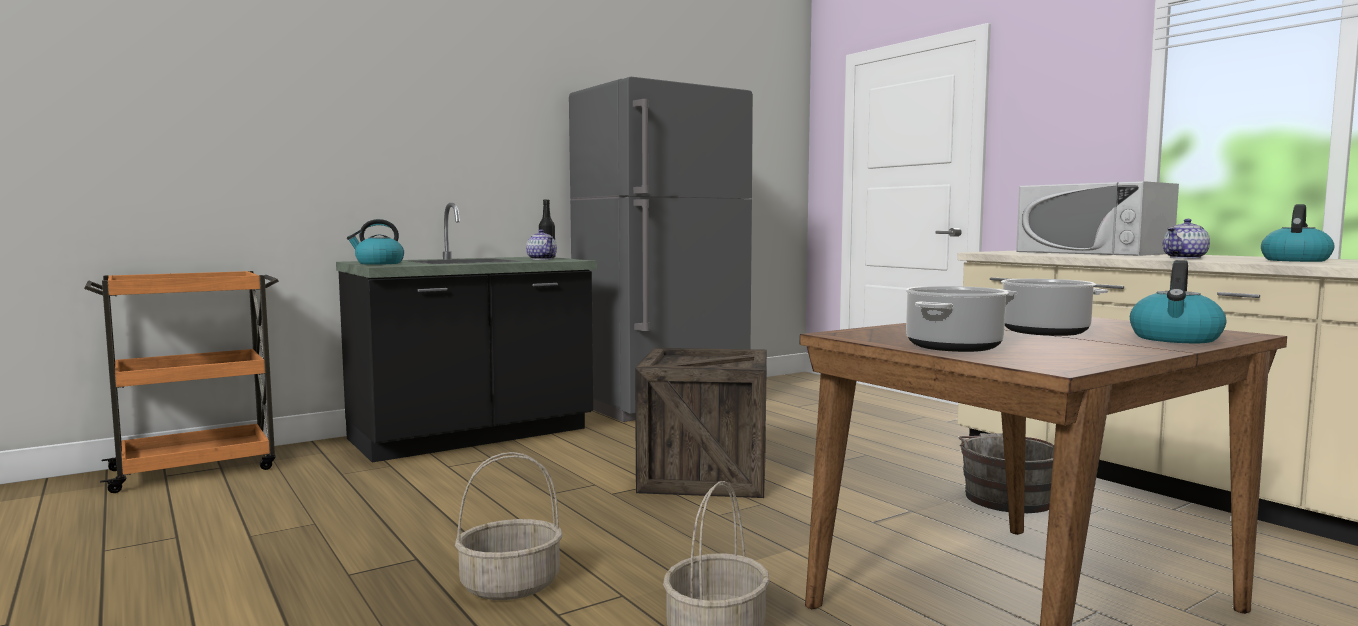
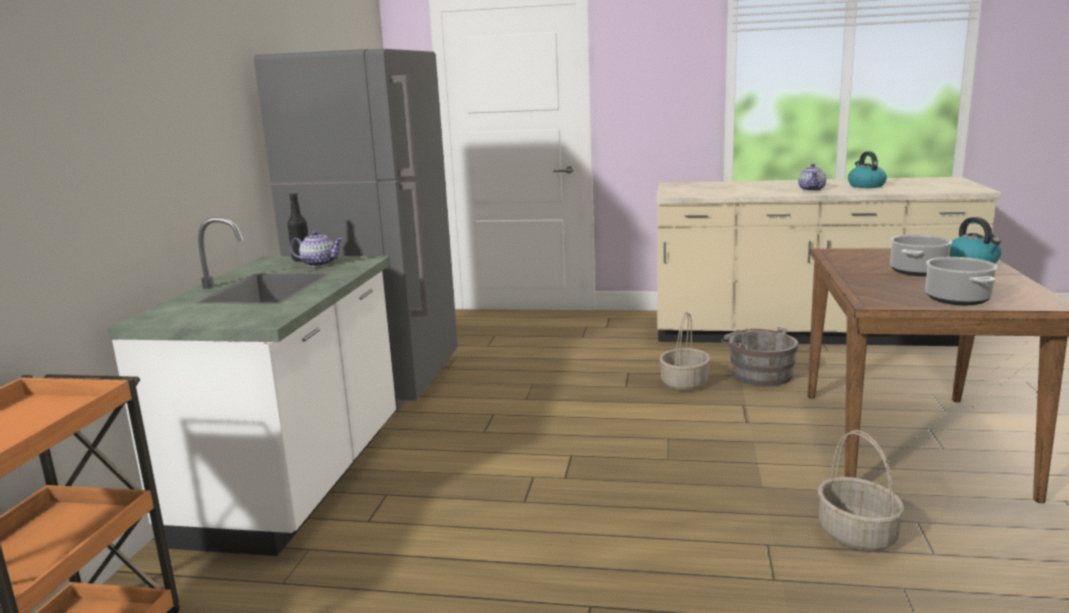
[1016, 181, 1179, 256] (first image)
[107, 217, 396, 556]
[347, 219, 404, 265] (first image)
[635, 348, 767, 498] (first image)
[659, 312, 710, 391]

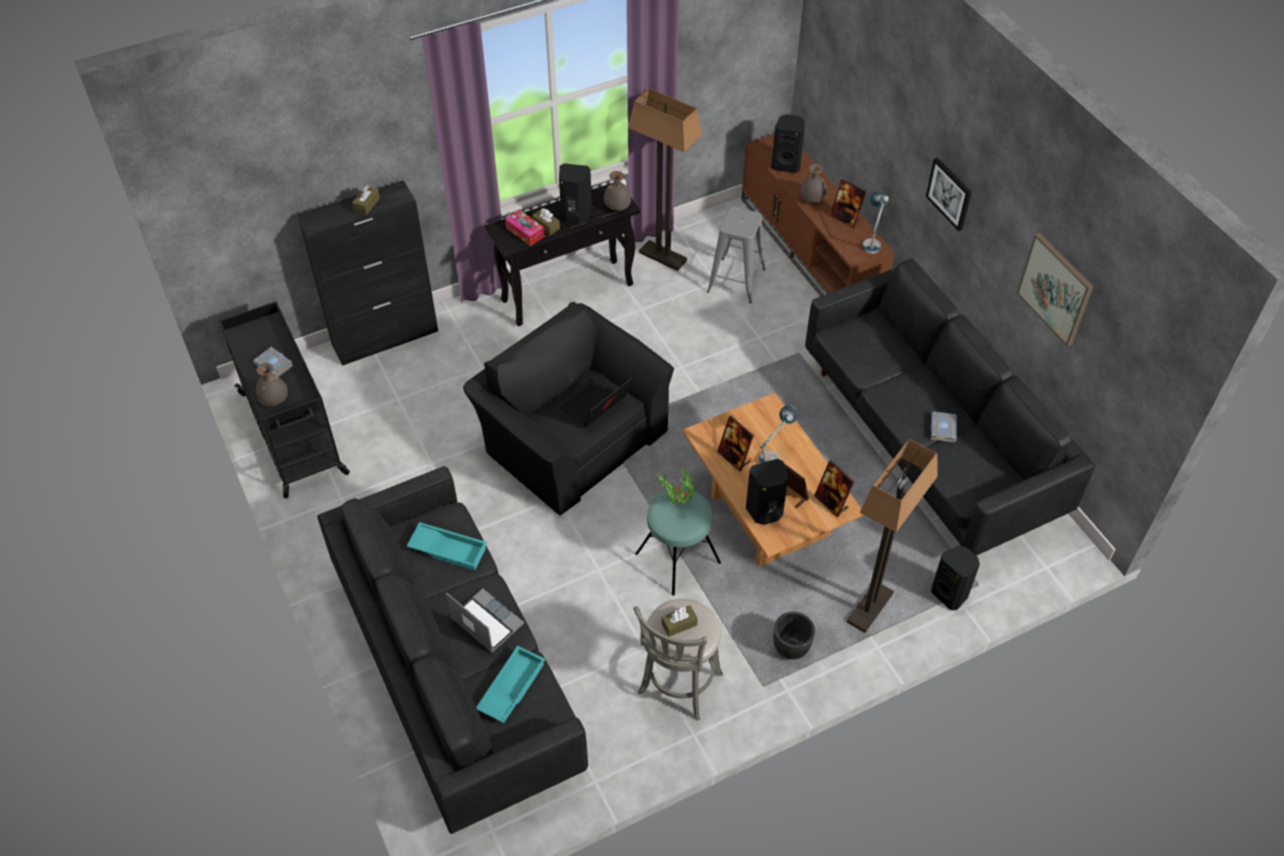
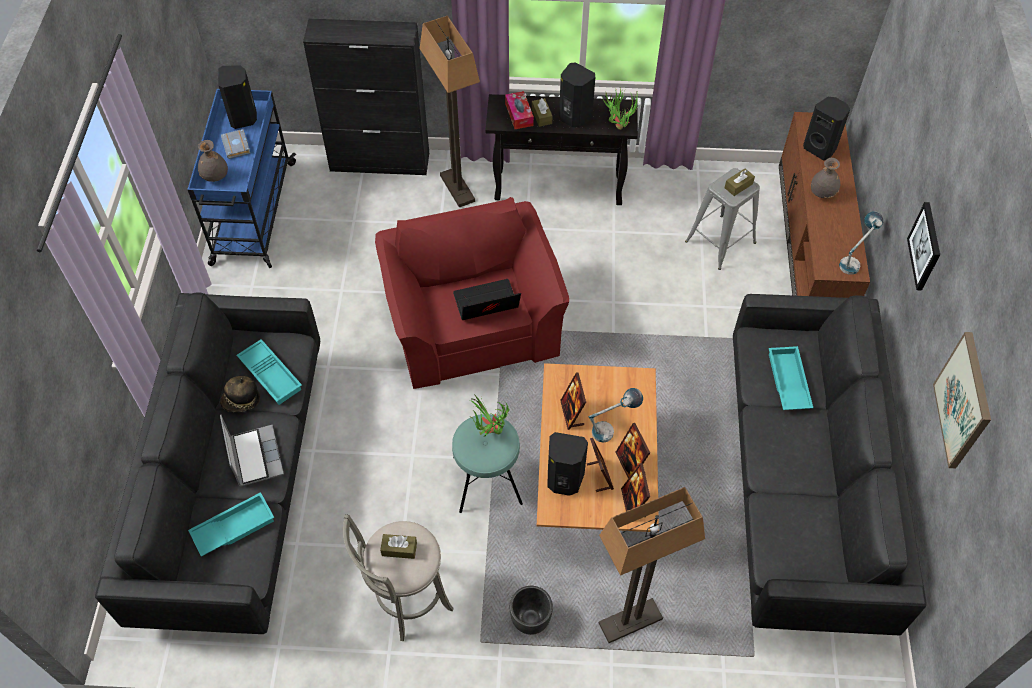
[420, 16, 480, 208]
[603, 88, 641, 130]
[616, 423, 650, 479]
[725, 168, 755, 196]
[187, 89, 296, 268]
[375, 197, 569, 389]
[930, 411, 957, 443] (first image)
[218, 66, 257, 129]
[769, 346, 813, 410]
[220, 376, 260, 412]

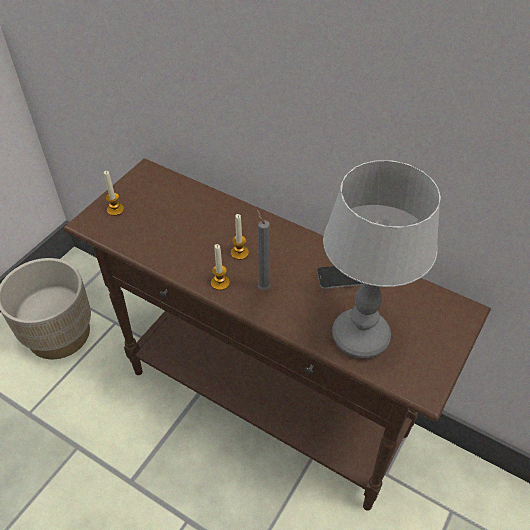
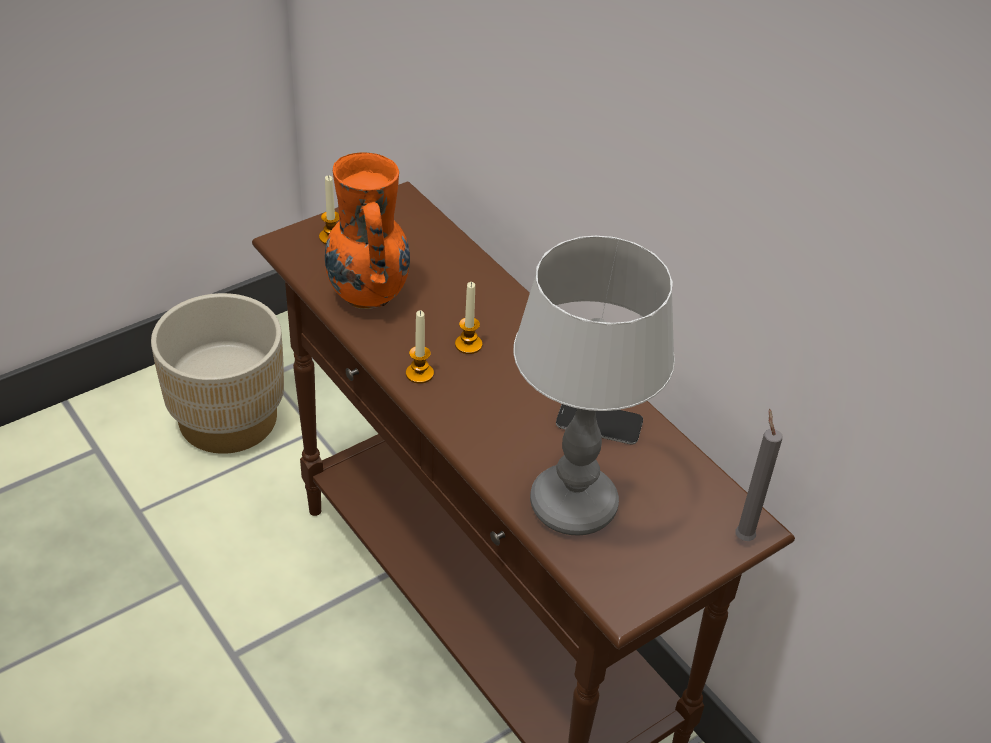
[735, 409, 783, 541]
[325, 152, 410, 309]

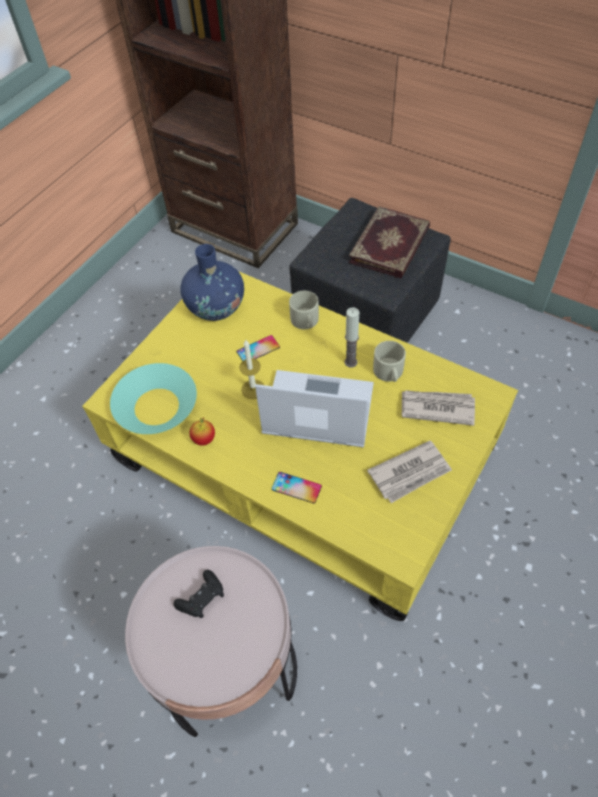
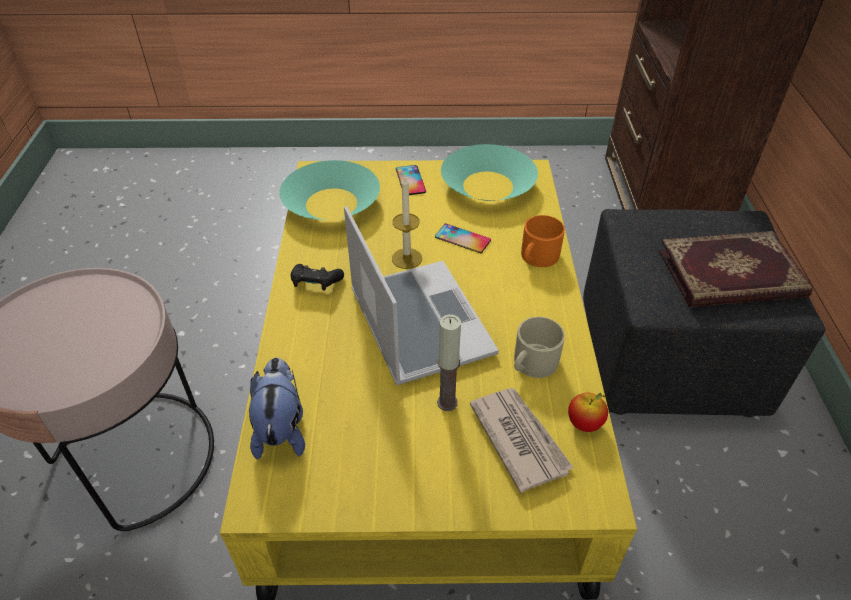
[441, 144, 538, 201]
[521, 215, 565, 267]
[437, 314, 461, 411]
[568, 392, 608, 432]
[367, 440, 452, 503] (first image)
[396, 165, 426, 195]
[291, 264, 344, 291]
[249, 358, 305, 459]

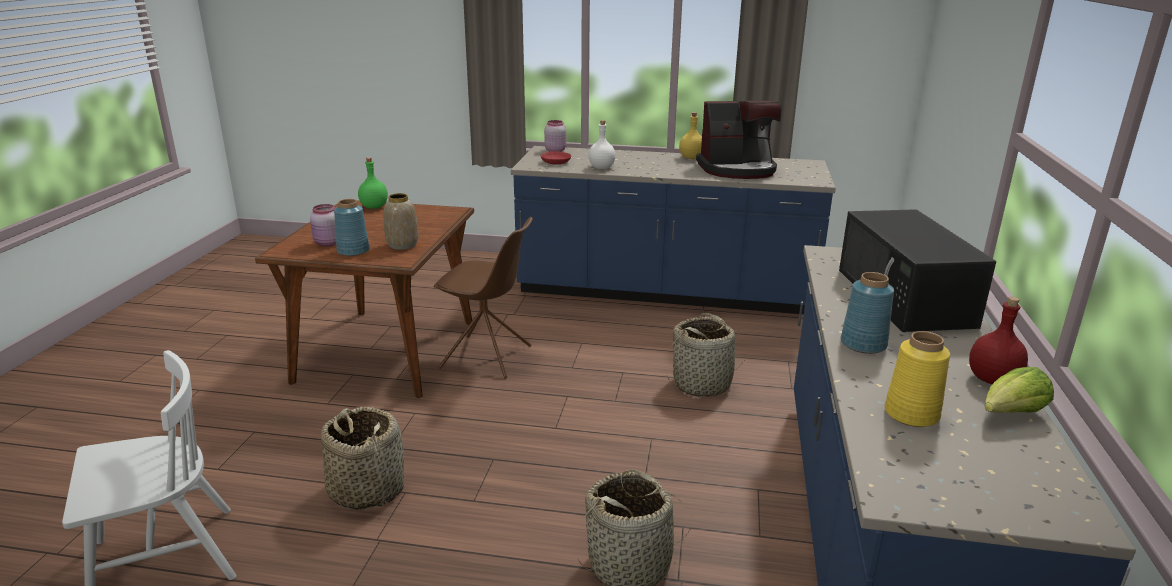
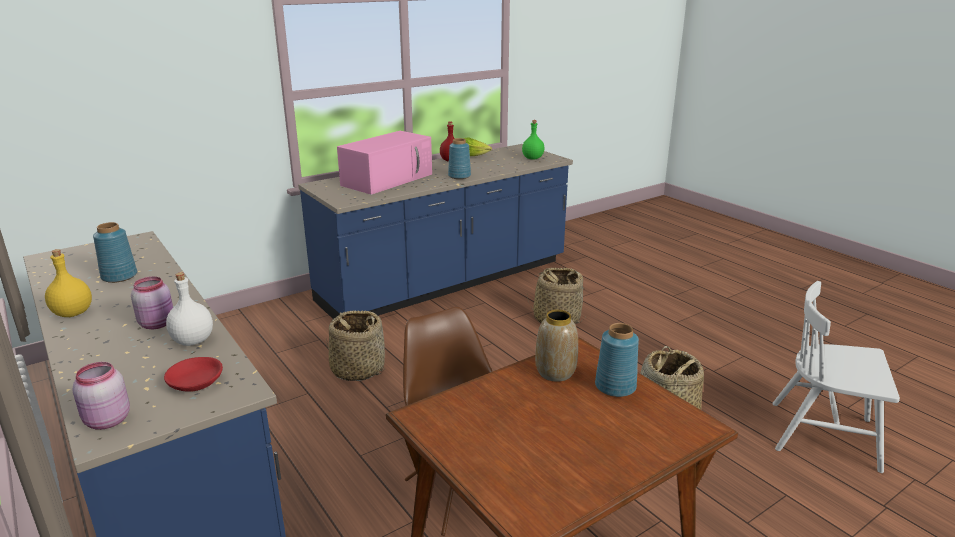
[93, 222, 137, 283]
[522, 120, 544, 159]
[131, 277, 173, 329]
[337, 131, 432, 195]
[884, 331, 950, 427] (first image)

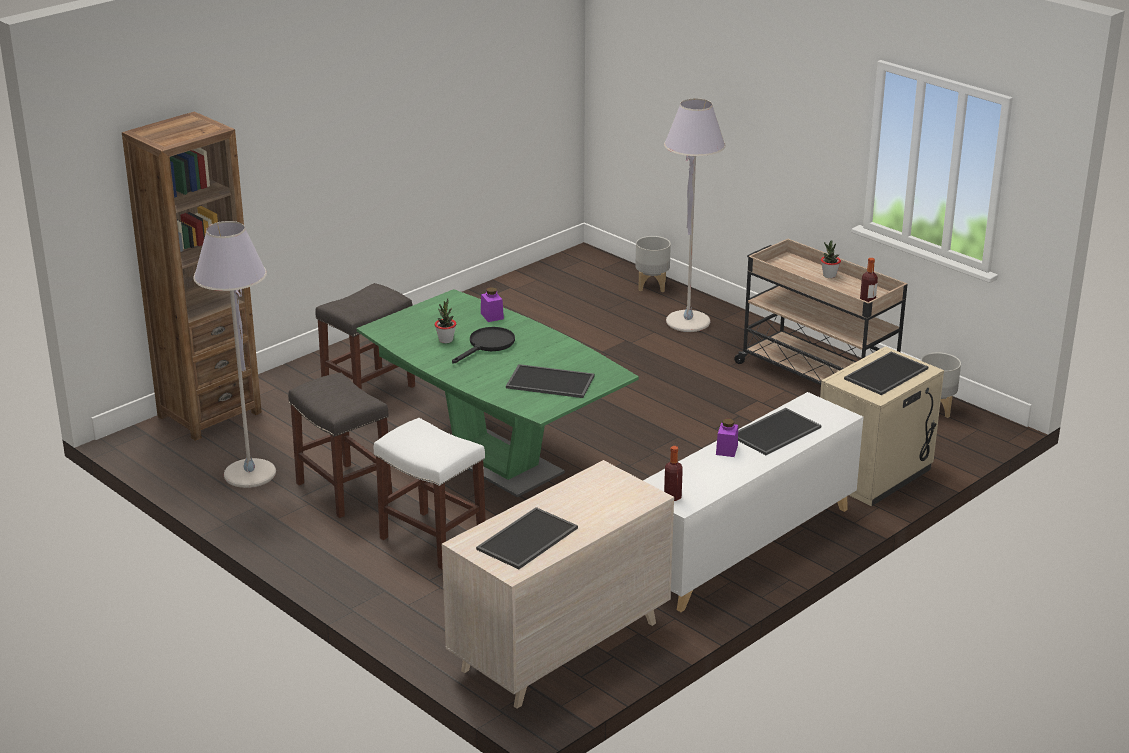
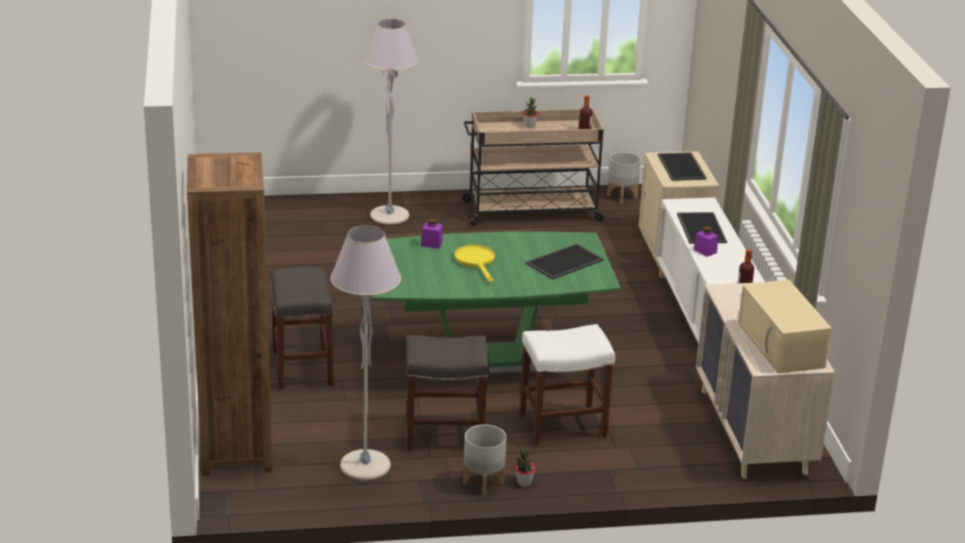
[463, 425, 507, 495]
[514, 444, 536, 486]
[454, 245, 495, 283]
[738, 280, 832, 374]

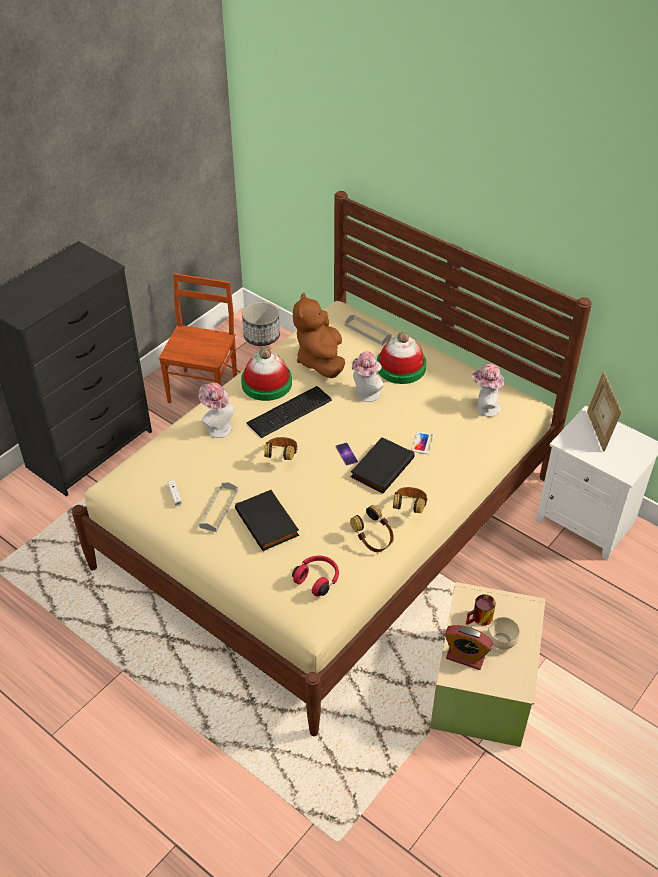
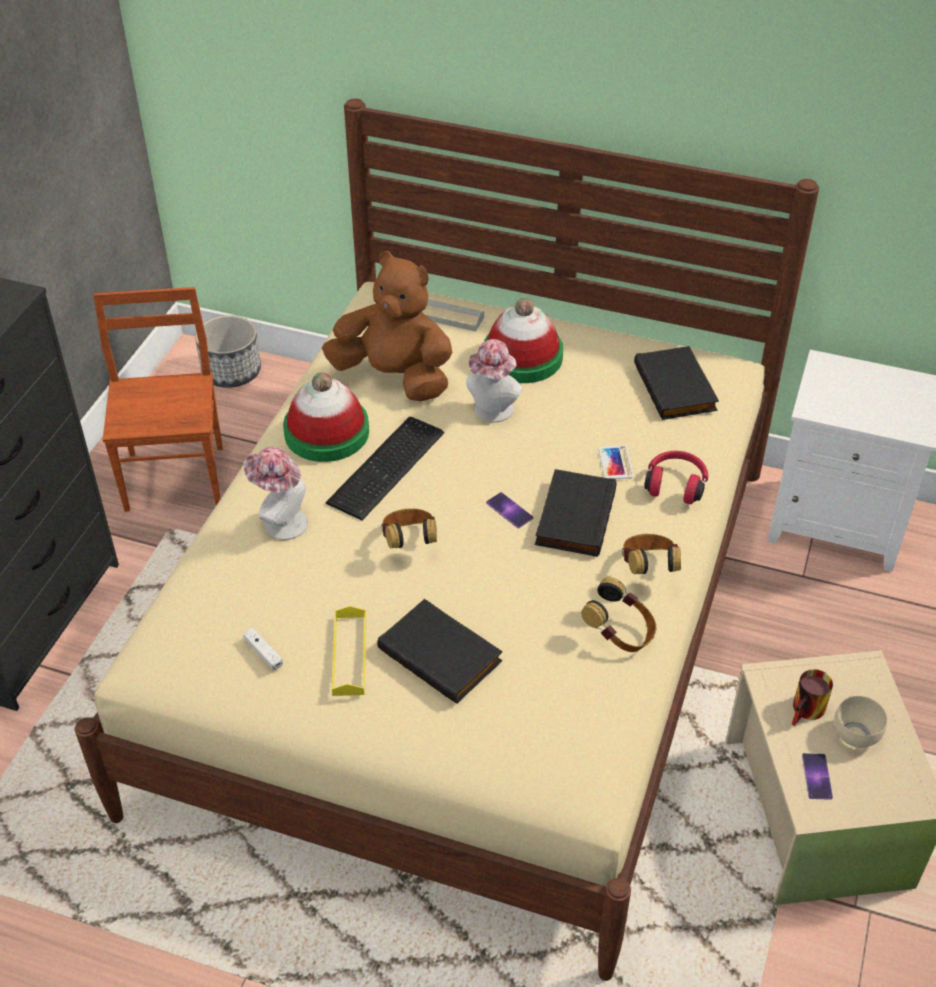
[322, 251, 452, 402]
[634, 346, 719, 420]
[587, 372, 622, 451] (first image)
[332, 606, 366, 696]
[644, 451, 708, 504]
[802, 753, 833, 800]

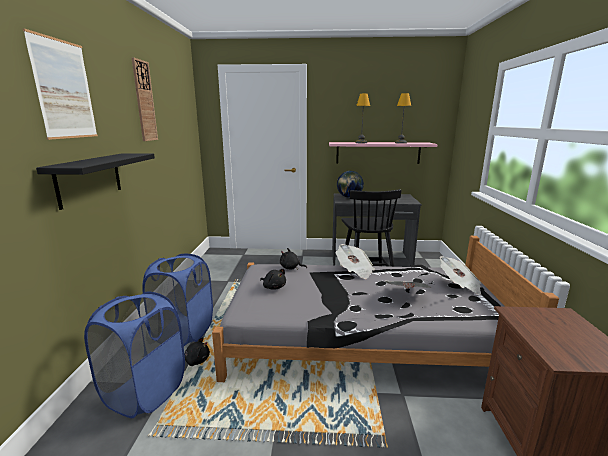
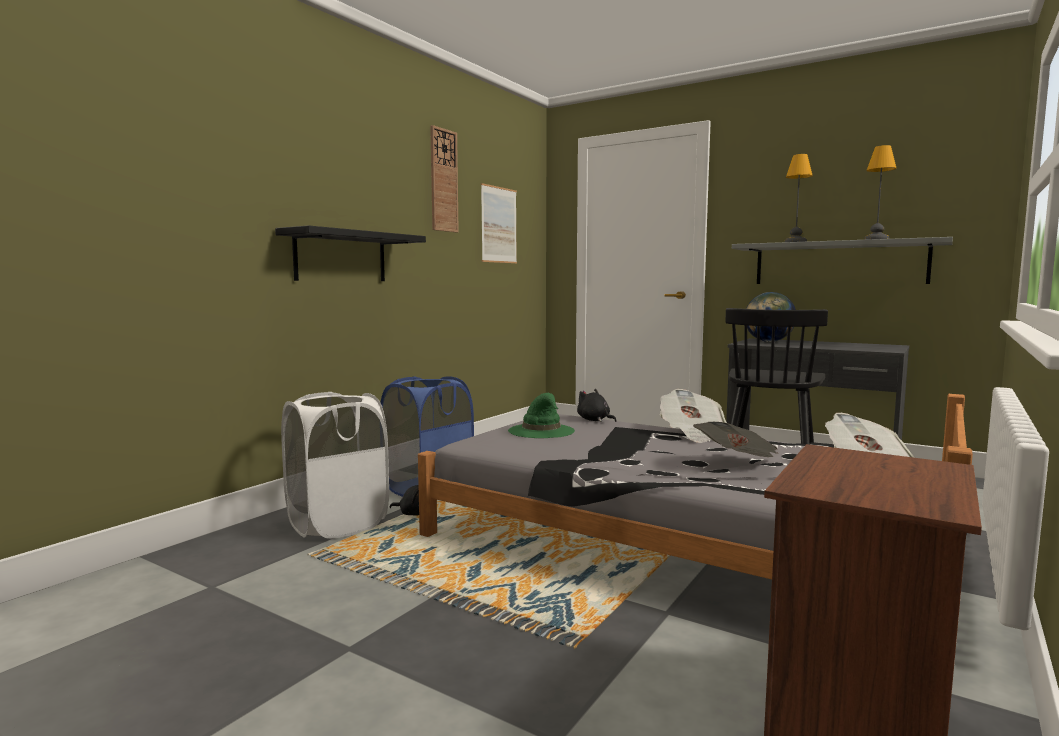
[481, 183, 517, 263]
[732, 237, 953, 284]
[508, 393, 575, 438]
[281, 392, 389, 539]

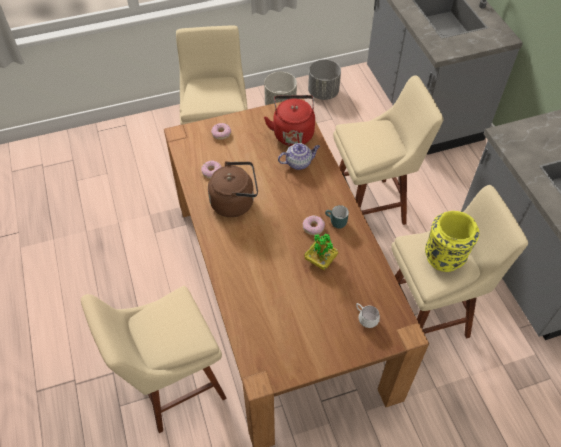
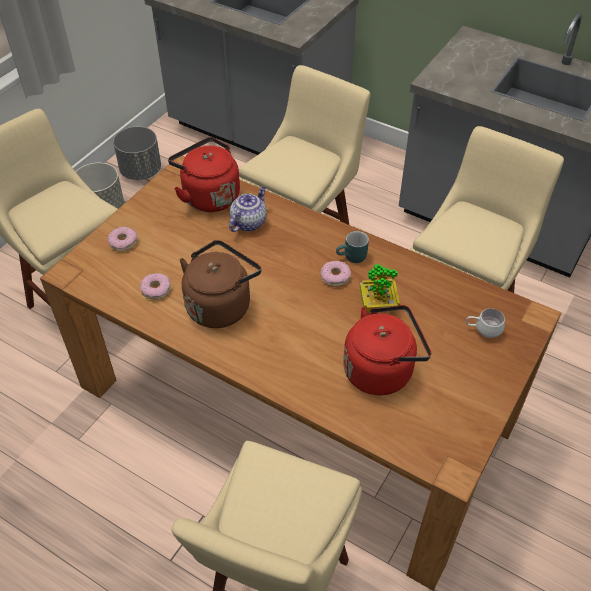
[425, 211, 479, 272] (first image)
[343, 305, 431, 395]

